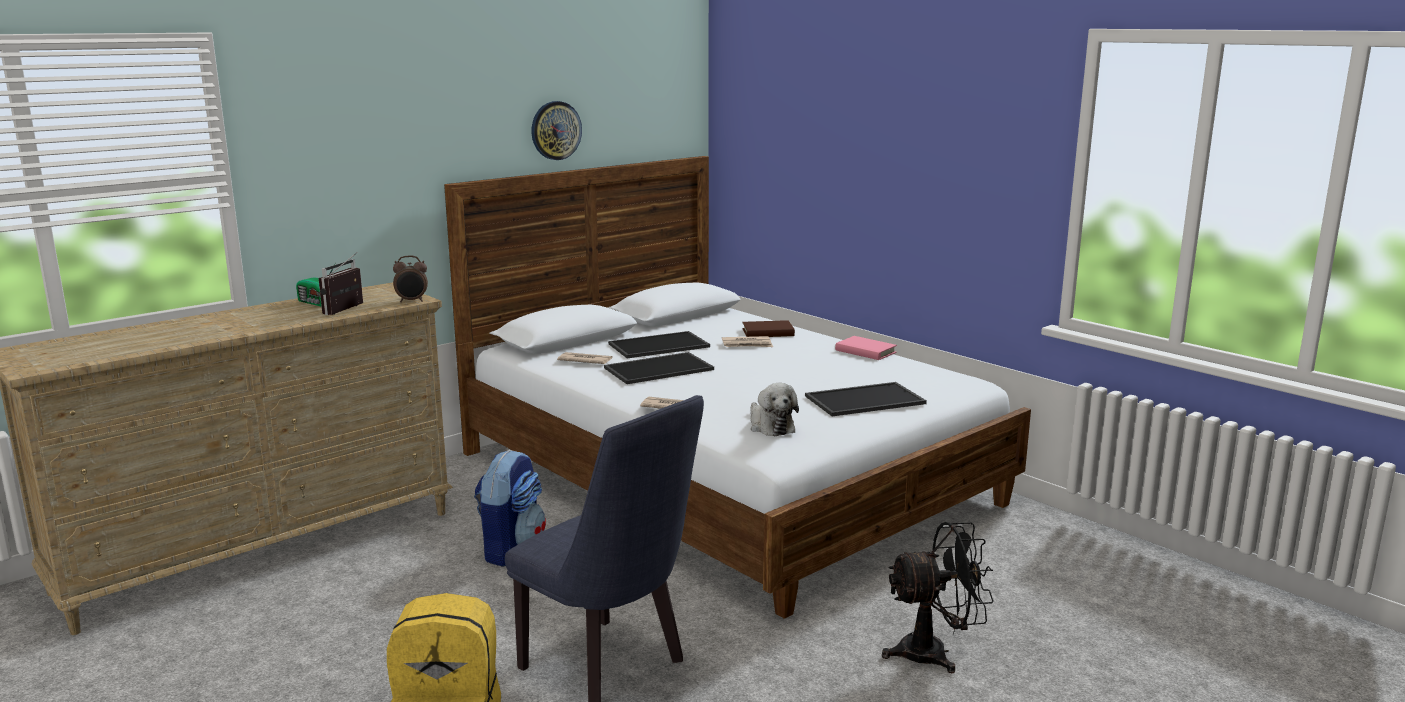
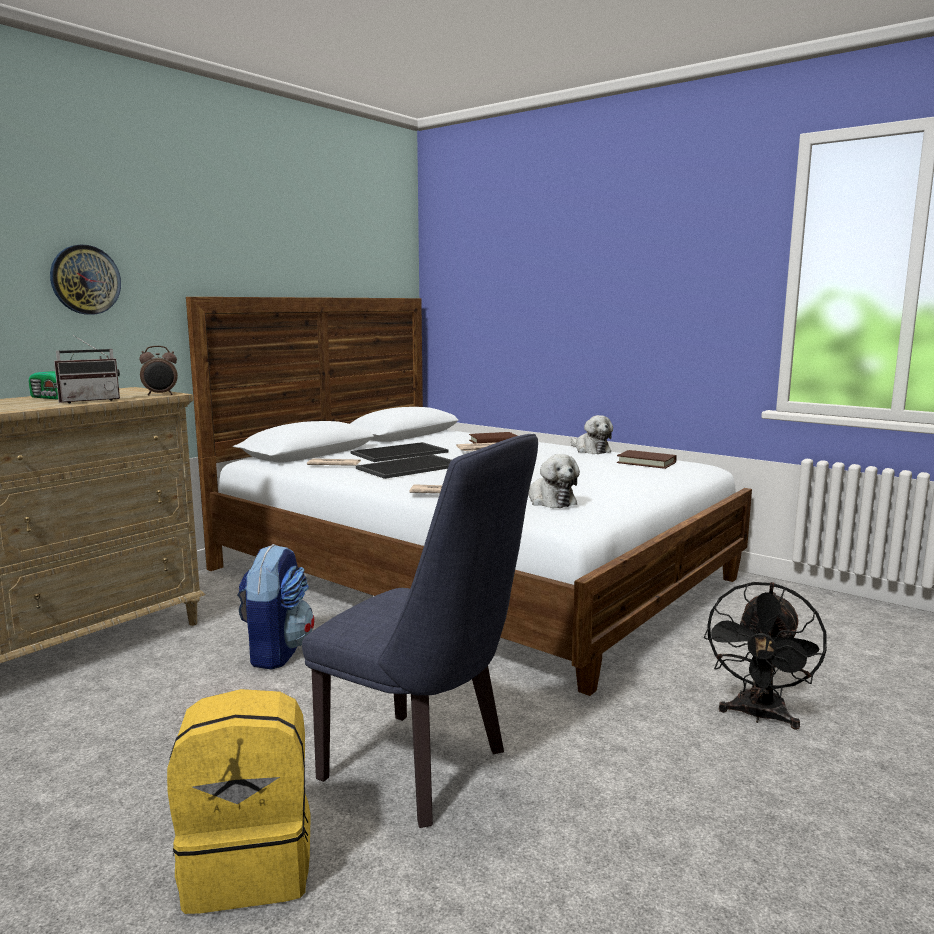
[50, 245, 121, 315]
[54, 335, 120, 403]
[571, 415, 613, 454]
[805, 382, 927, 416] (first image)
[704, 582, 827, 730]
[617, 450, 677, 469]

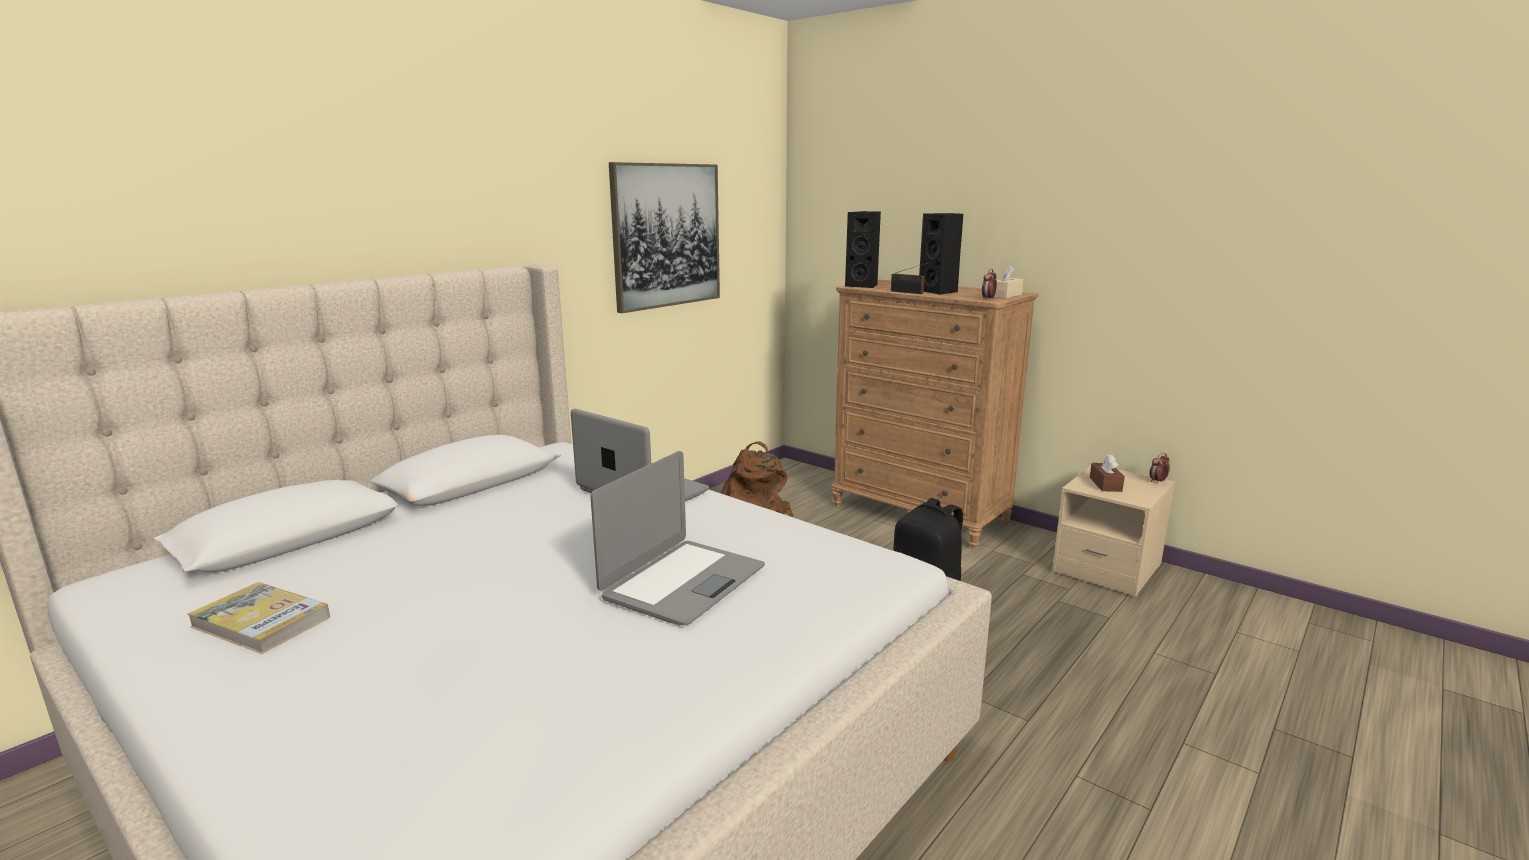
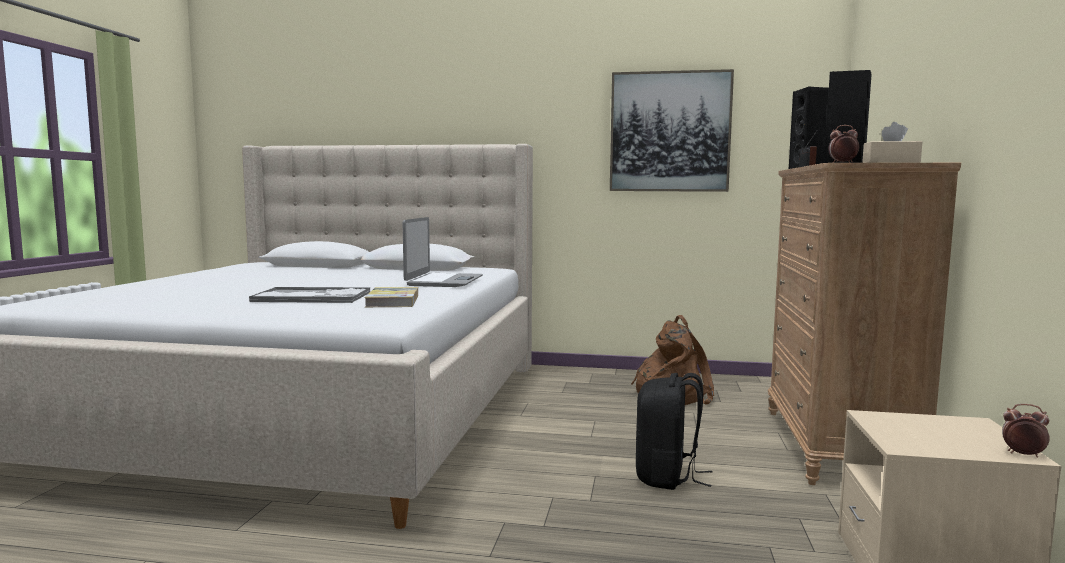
[249, 287, 370, 303]
[1090, 454, 1125, 492] (first image)
[364, 287, 418, 307]

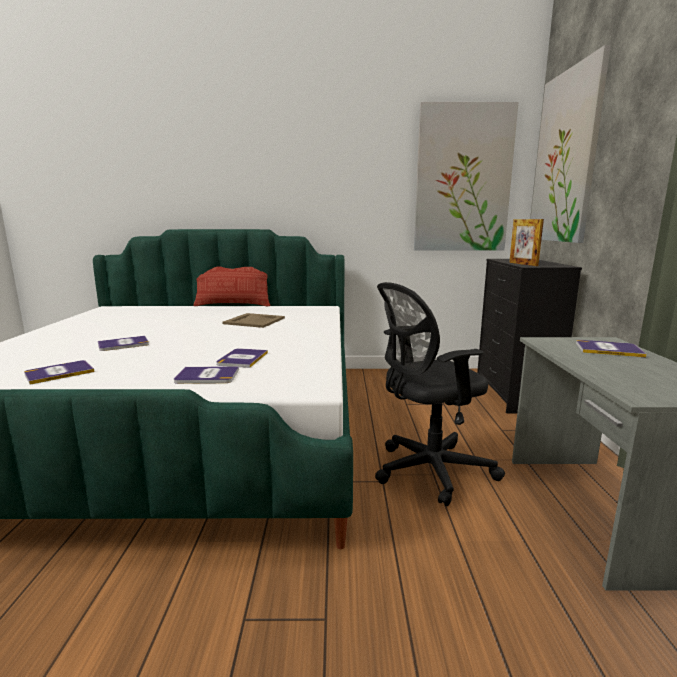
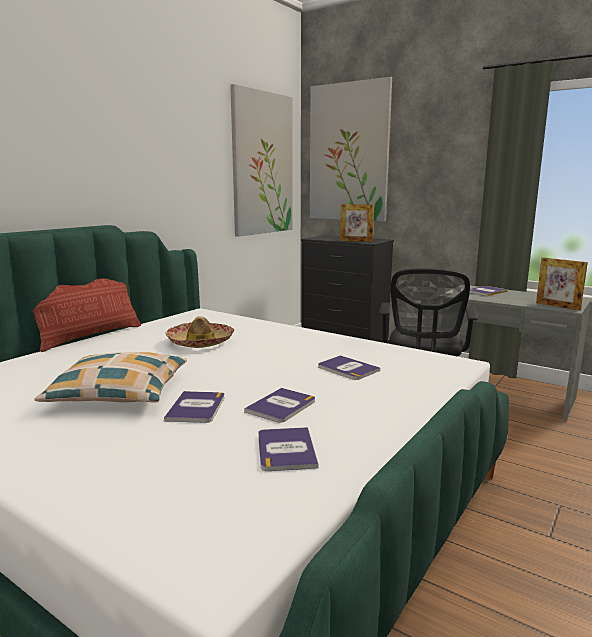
[165, 316, 234, 348]
[244, 388, 315, 423]
[536, 257, 588, 311]
[34, 352, 187, 403]

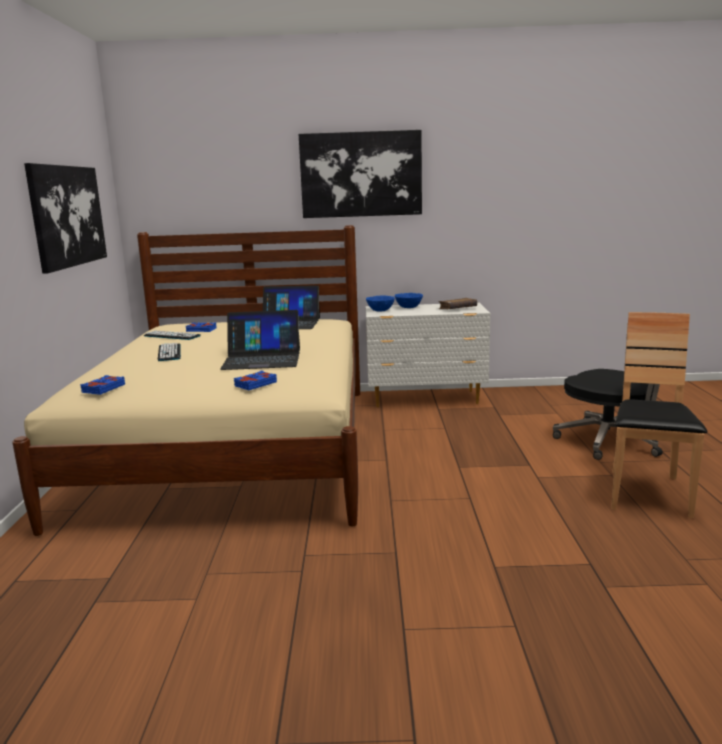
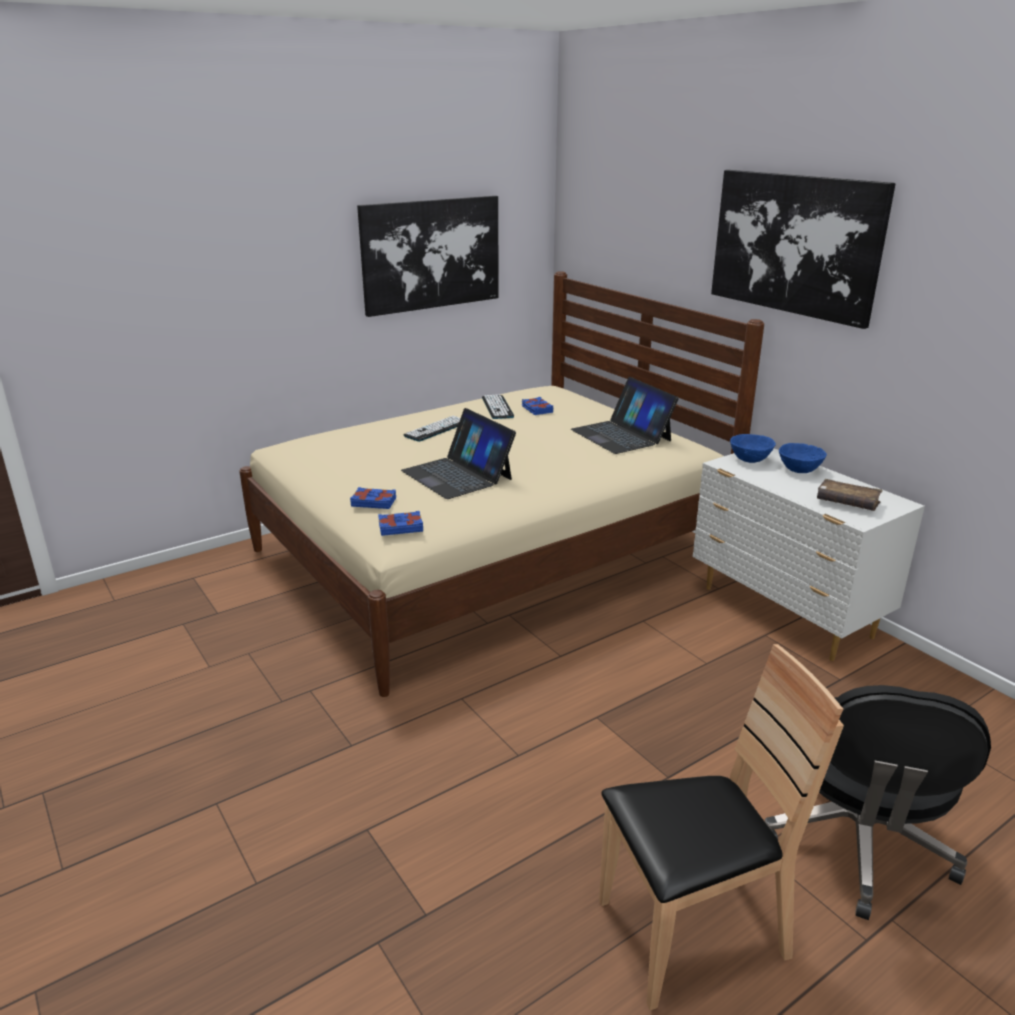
[378, 511, 423, 536]

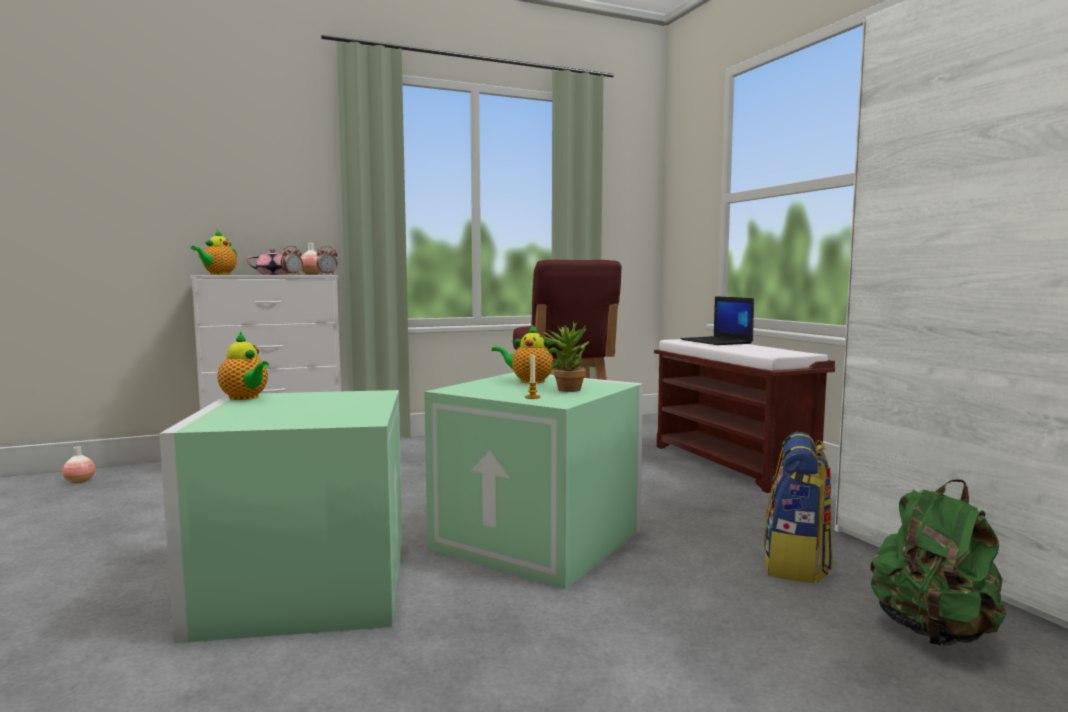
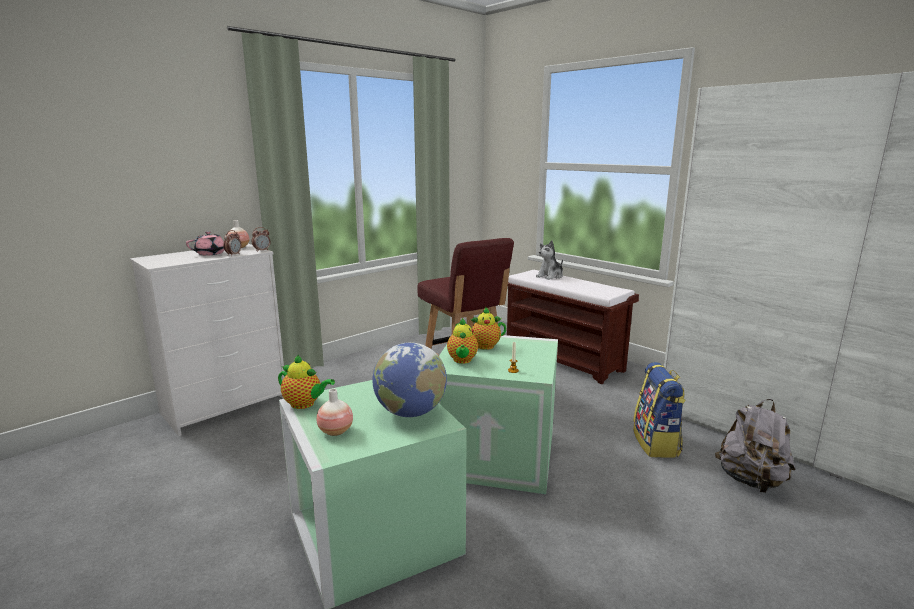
[447, 318, 478, 364]
[536, 240, 563, 280]
[539, 321, 589, 392] (first image)
[316, 389, 353, 436]
[715, 399, 795, 493]
[373, 342, 447, 418]

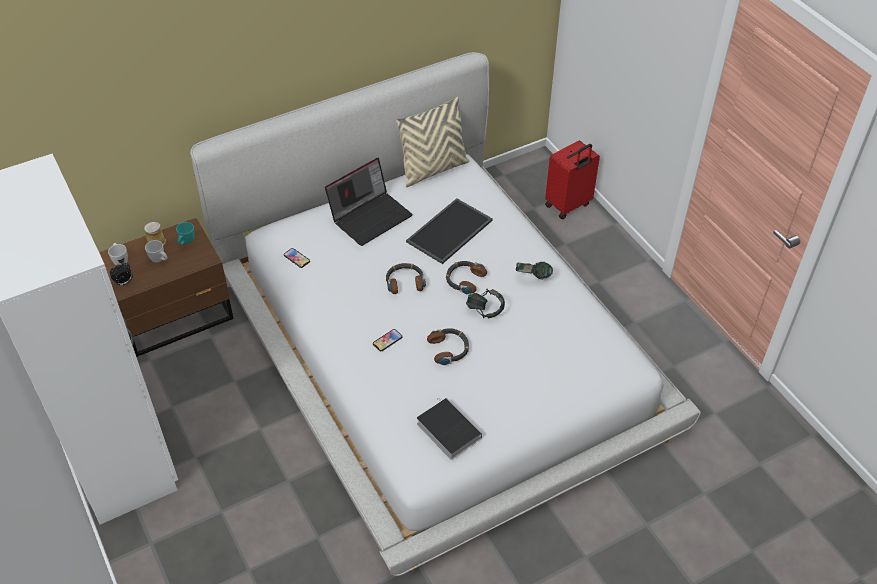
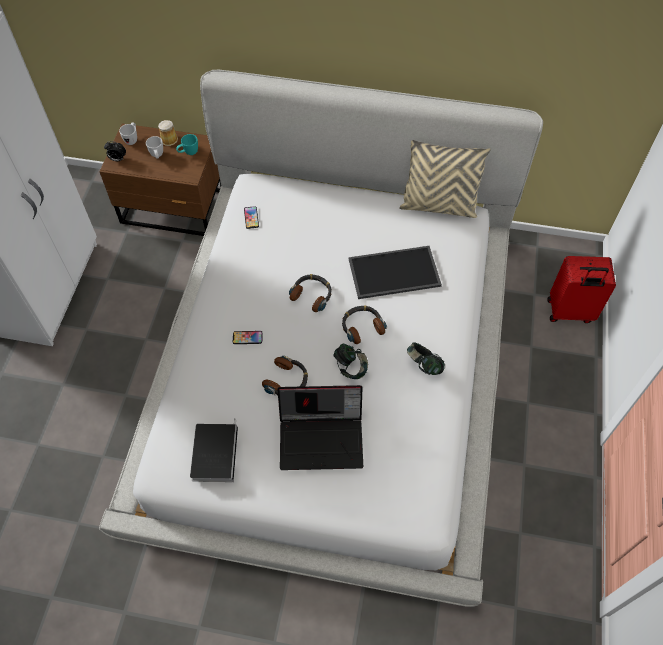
[277, 385, 363, 470]

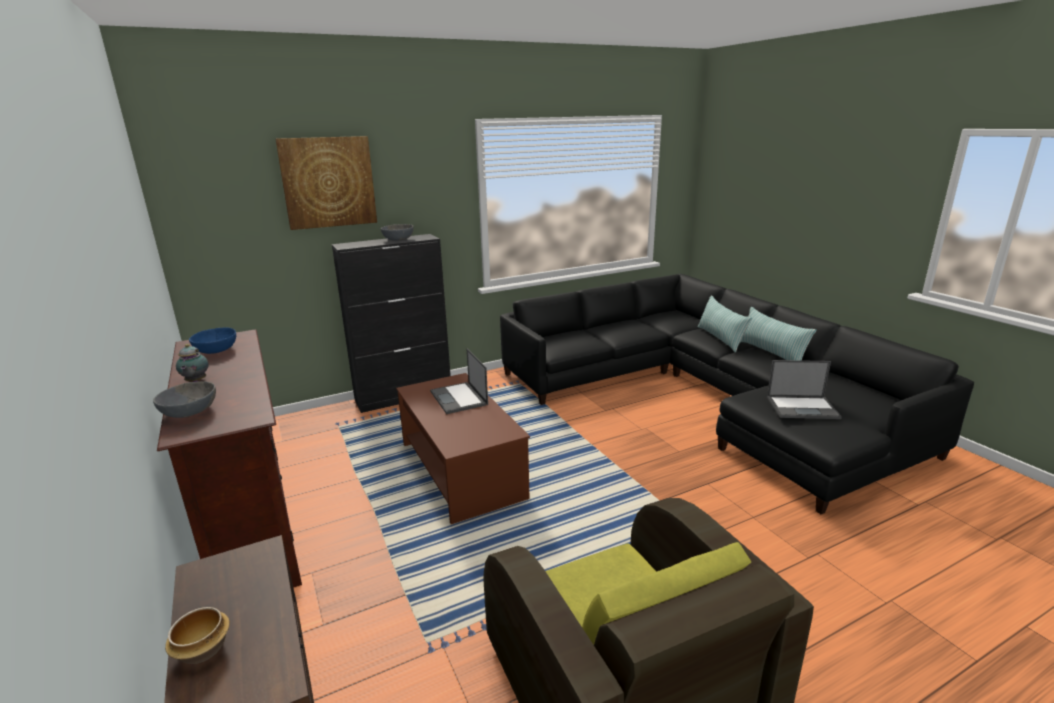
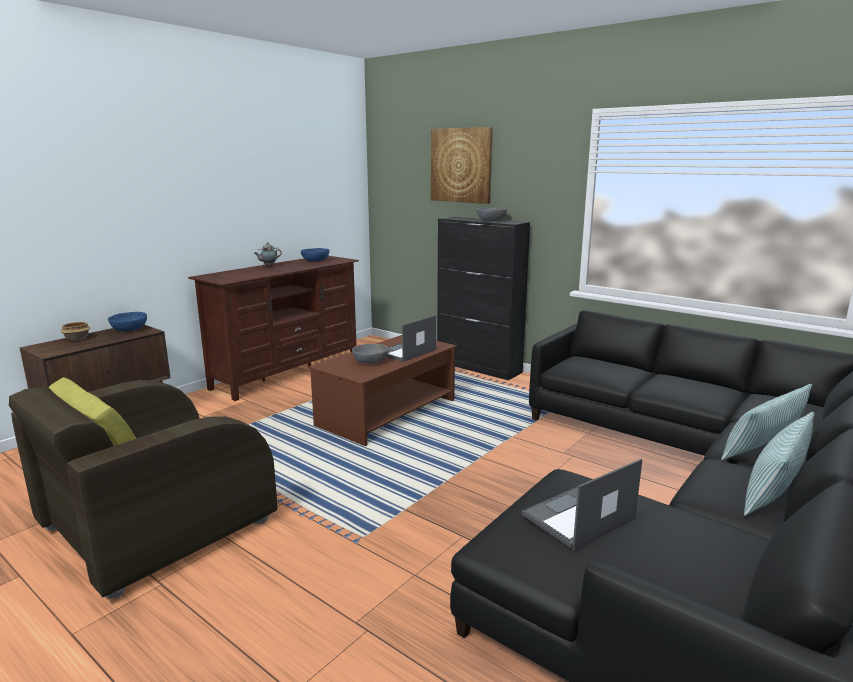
[522, 459, 642, 550]
[352, 344, 389, 364]
[108, 312, 147, 331]

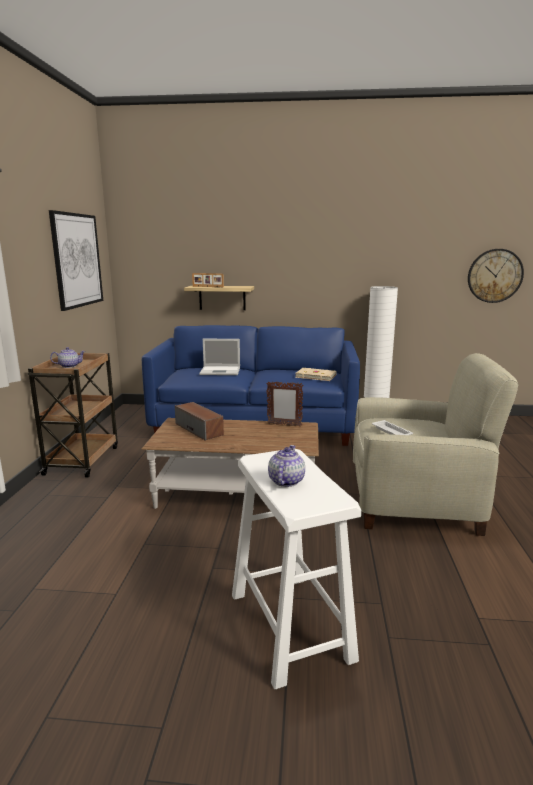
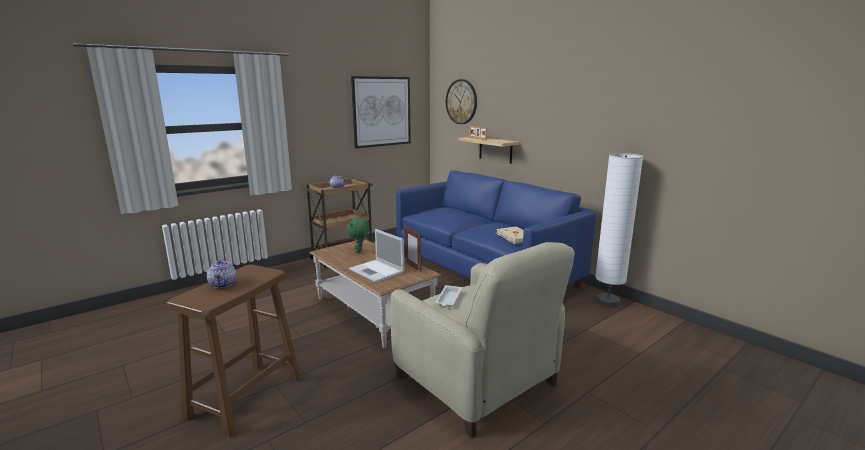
[446, 79, 477, 124]
[349, 229, 404, 283]
[347, 218, 369, 253]
[207, 259, 236, 288]
[165, 264, 301, 438]

